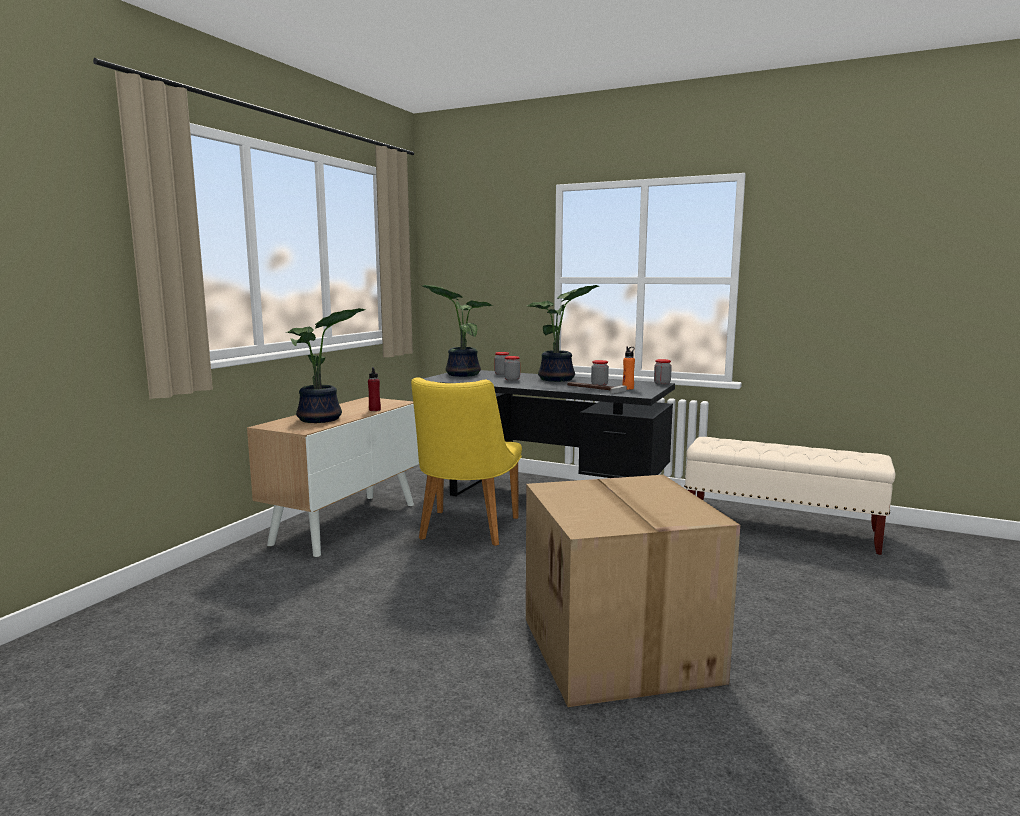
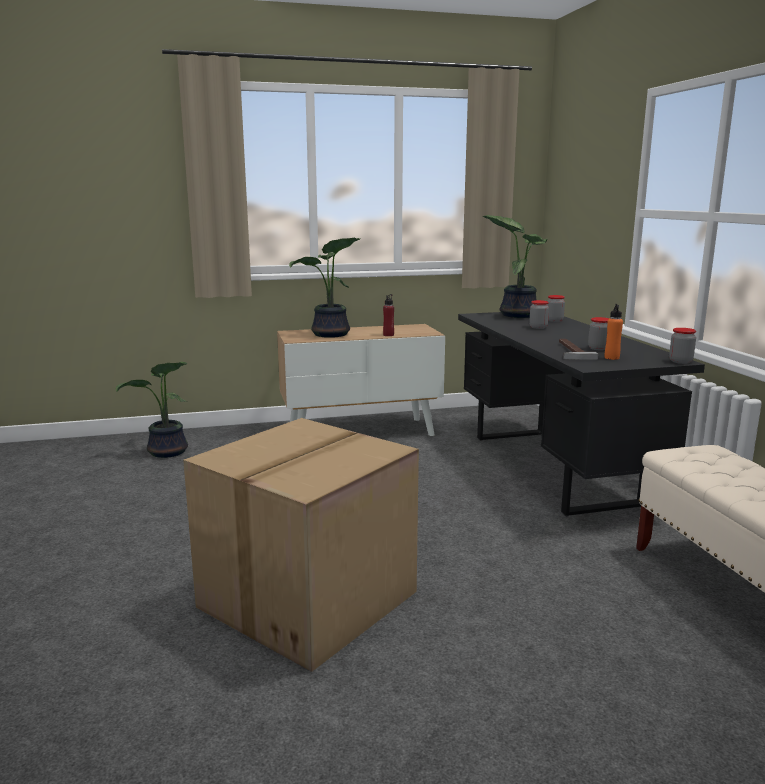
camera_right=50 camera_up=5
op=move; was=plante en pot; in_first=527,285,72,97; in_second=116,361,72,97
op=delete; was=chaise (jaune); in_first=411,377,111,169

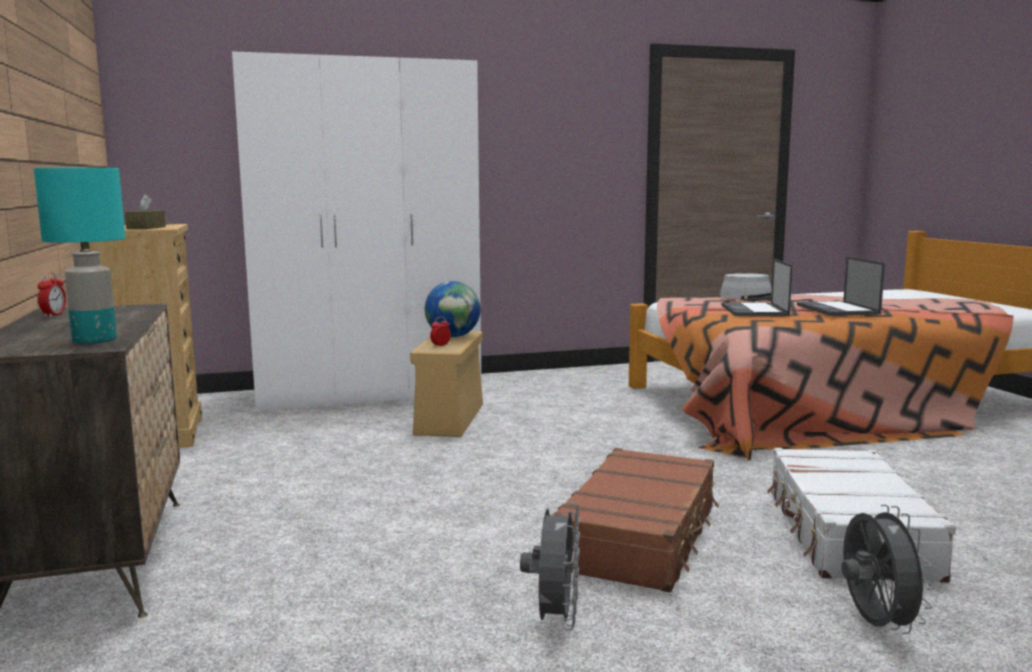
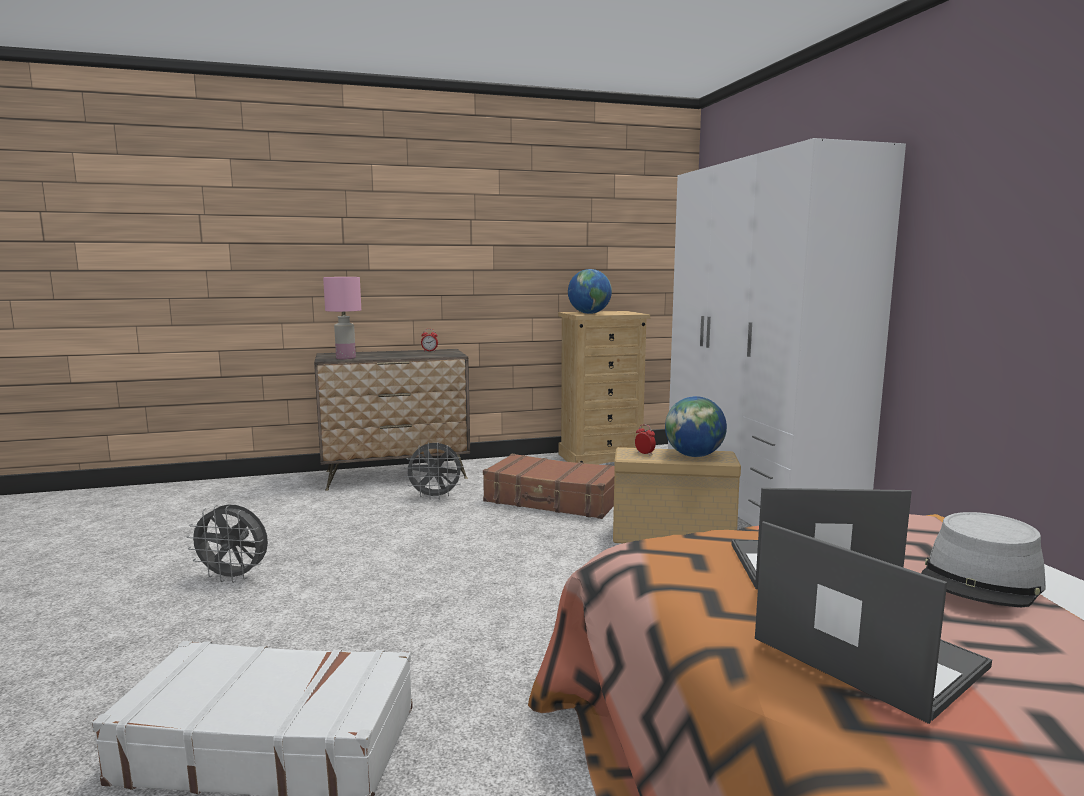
camera_right=90 camera_up=0
op=recolor; was=lampe de table (turquoise); now=lampe de table (rose); in_first=34,168,91,176; in_second=323,277,38,82
op=replace; was=boîte à mouchoirs (marron); now=globe; in_first=125,194,41,35; in_second=568,269,44,45
op=rotate; was=ordinateur portable; in_first=797,257,88,59; in_second=755,521,237,203; clockwise=60
op=move; was=valise (marron); in_first=552,448,167,144; in_second=483,454,131,65
op=move; was=ventilateur (gris); in_first=842,505,92,129; in_second=404,442,60,58

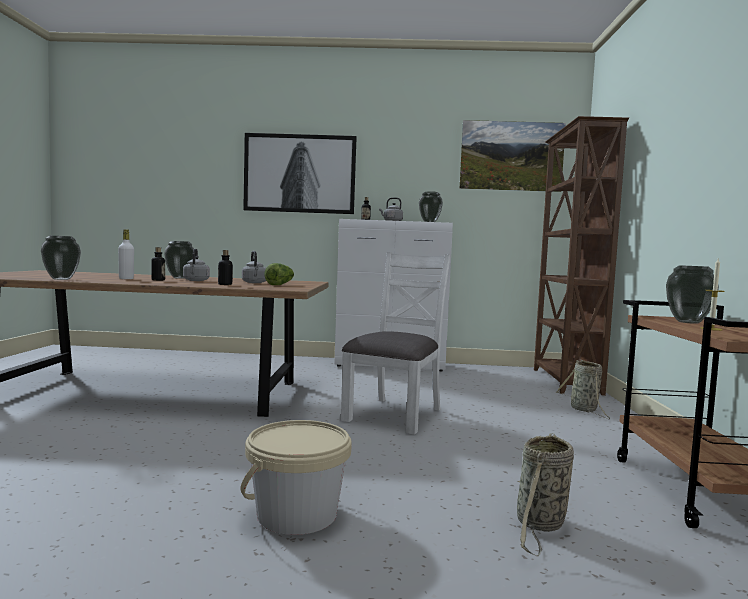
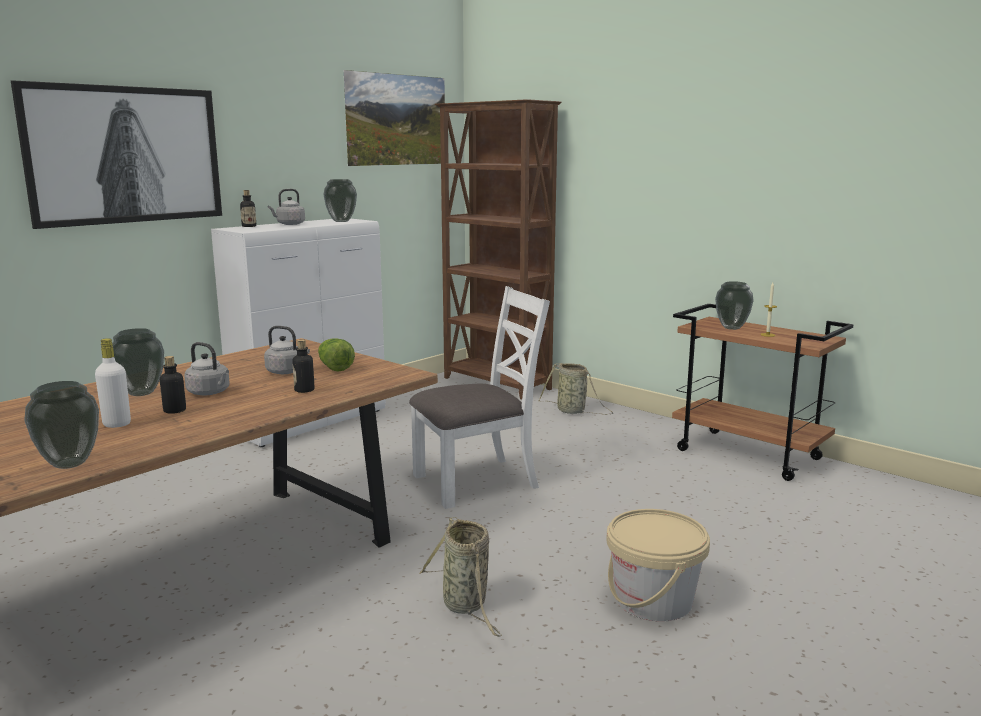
camera_right=-50 camera_up=10
op=rotate; was=chaise (blanc); in_first=341,252,110,183; in_second=409,286,141,223; clockwise=90
op=move; was=panier; in_first=517,433,57,123; in_second=419,517,83,120

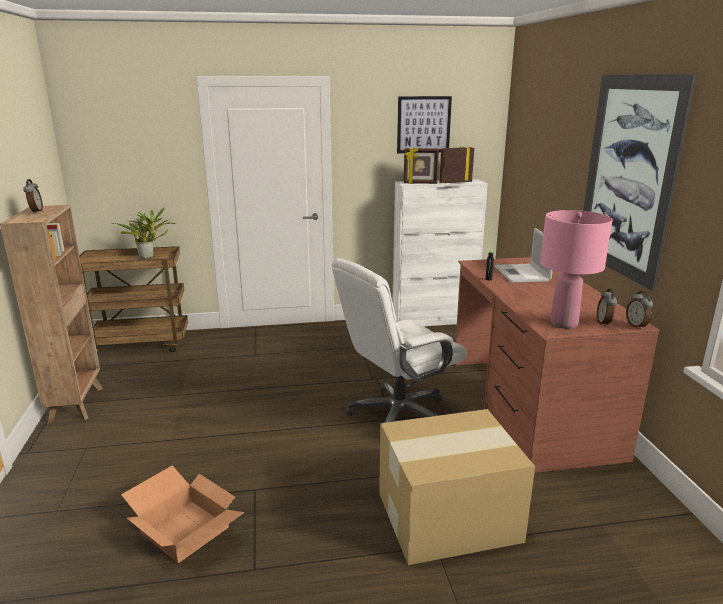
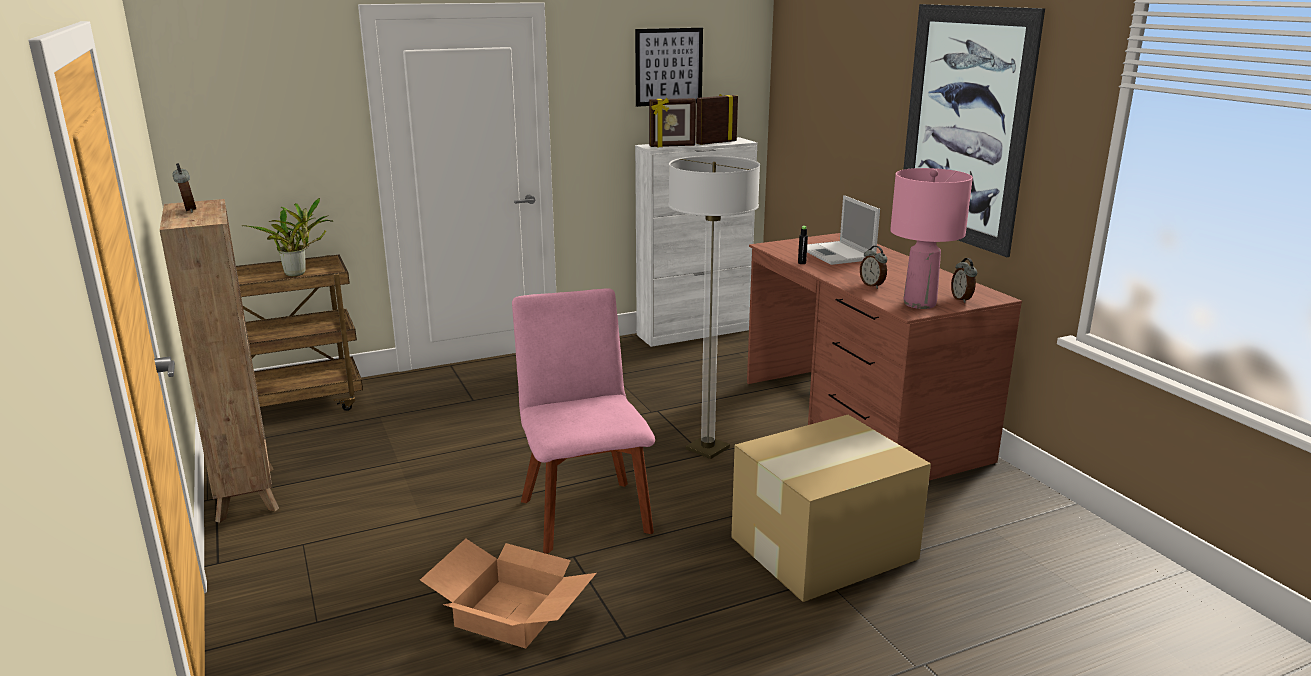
camera_right=-15 camera_up=0
op=replace; was=chaise de bureau (blanc); now=lampadaire; in_first=332,258,135,165; in_second=668,156,92,303
op=move; was=réveil; in_first=626,291,27,39; in_second=860,246,27,43
op=insert; now=chaise (rose); in_second=512,288,143,265

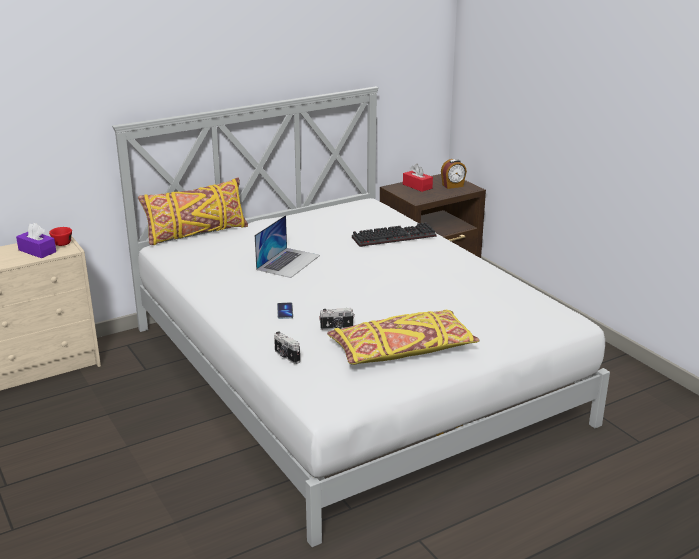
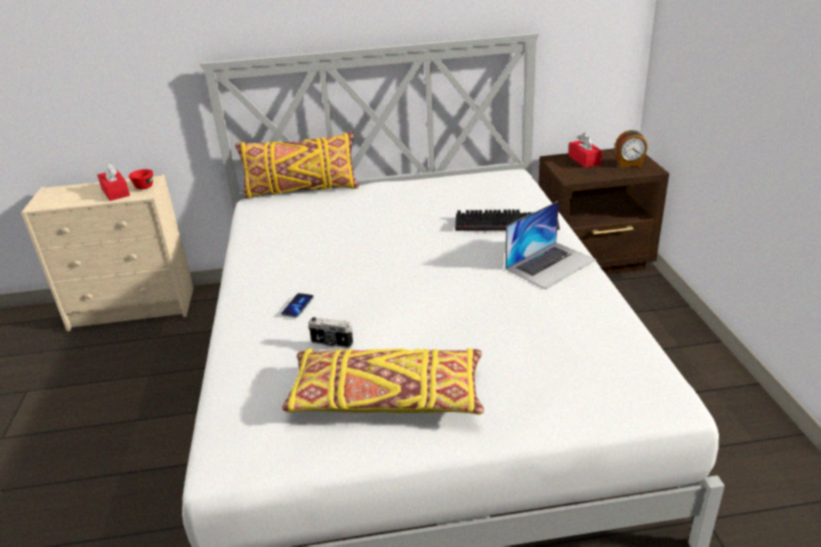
camera_right=25 camera_up=5
op=move; was=ordinateur portable; in_first=255,215,65,63; in_second=505,201,91,88
op=recolor; was=boîte à mouchoirs (violet); now=boîte à mouchoirs (rouge); in_first=16,223,40,35; in_second=97,162,33,39
op=delete; was=appareil photo; in_first=274,331,26,33

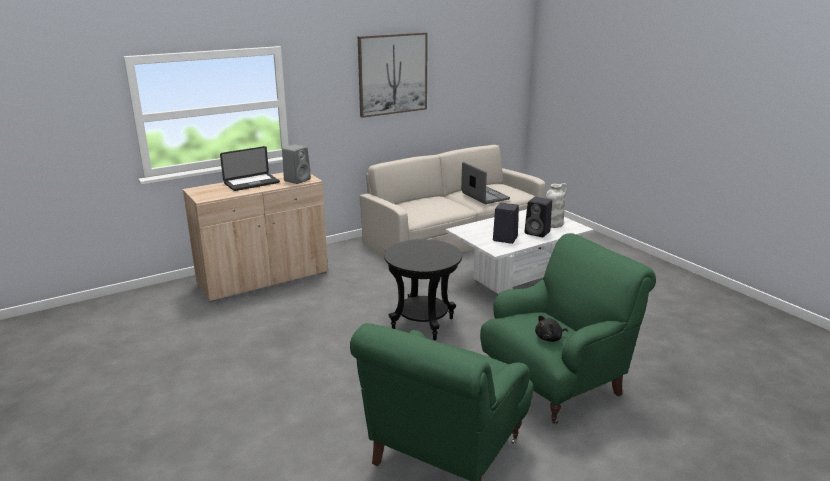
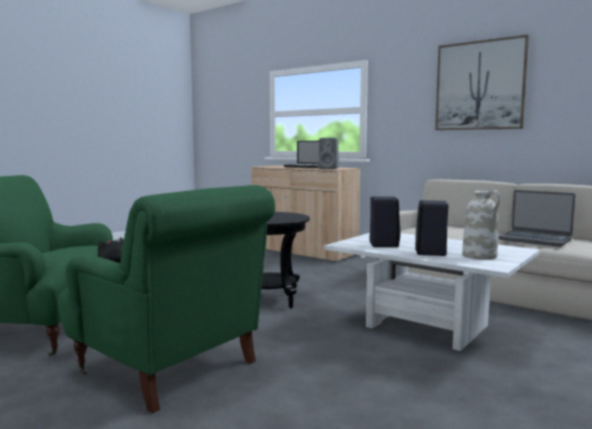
camera_right=70 camera_up=-15
op=rotate; was=ordinateur portable; in_first=461,162,49,42; in_second=499,190,76,57; clockwise=90

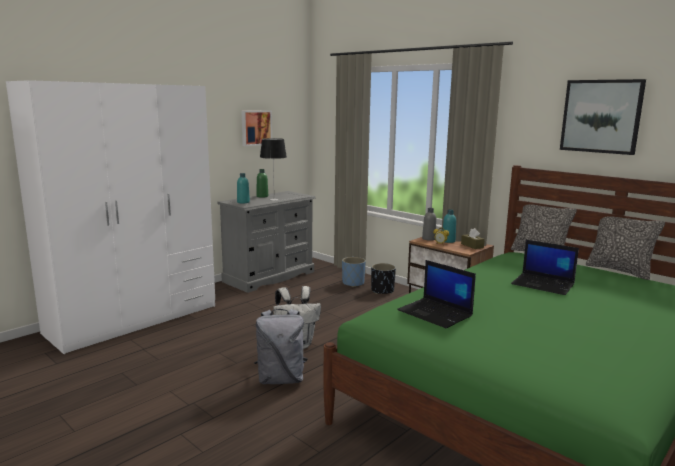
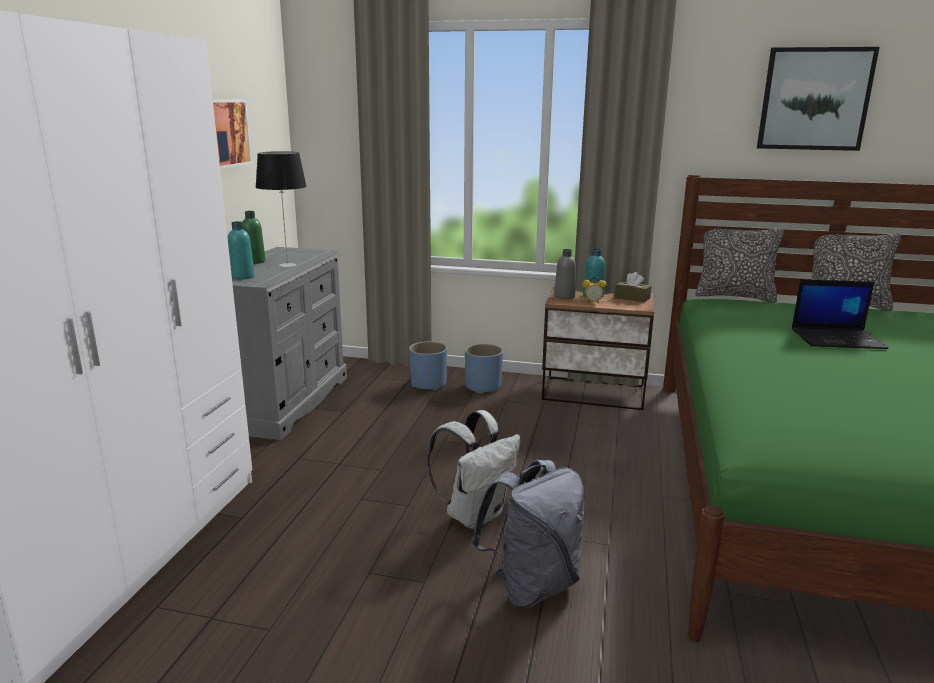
camera_right=-30 camera_up=5
op=delete; was=ordinateur portable; in_first=397,260,79,68
op=recolor; was=cache-pot (noir); now=cache-pot (bleu); in_first=371,263,25,31; in_second=465,344,38,50

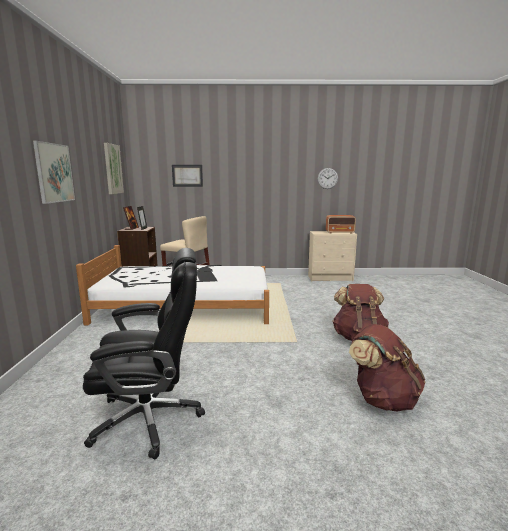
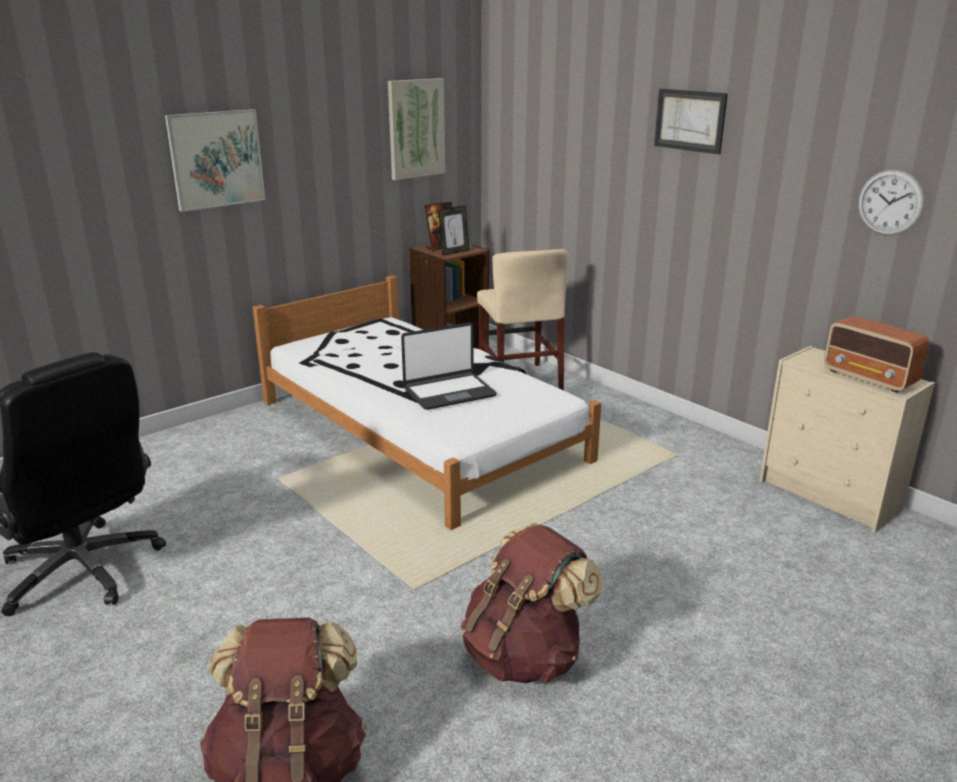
camera_right=50 camera_up=10
op=move; was=tableau; in_first=172,165,31,22; in_second=654,89,74,65
op=insert; now=ordinateur portable; in_second=401,323,96,87

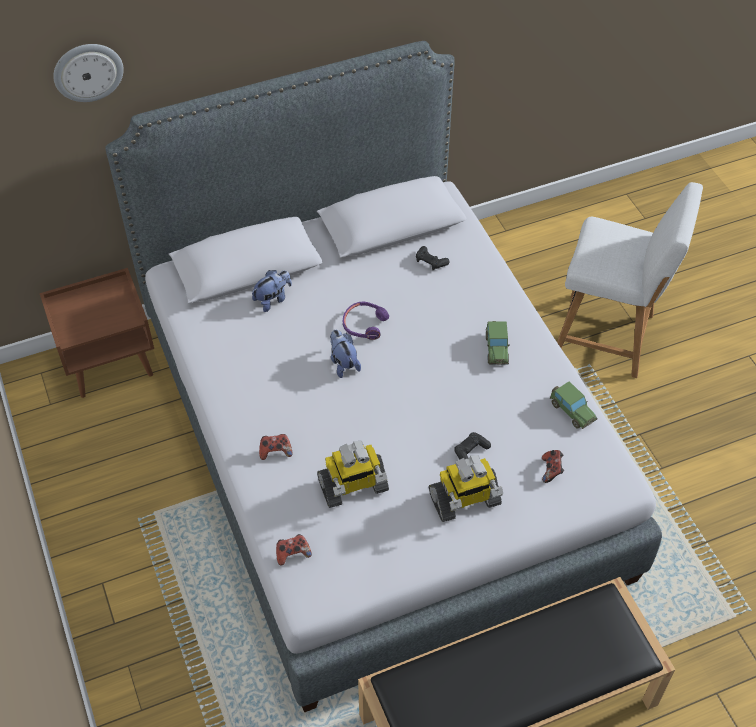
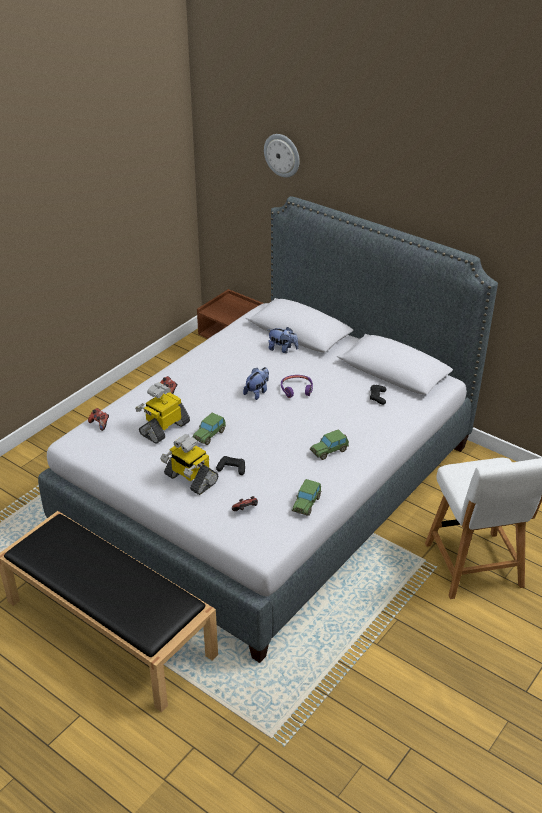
camera_right=60 camera_up=-15
op=rotate; was=robot jouet; in_first=317,441,72,67; in_second=135,382,55,61; clockwise=90
op=insert; now=petite voiture; in_second=193,412,33,33

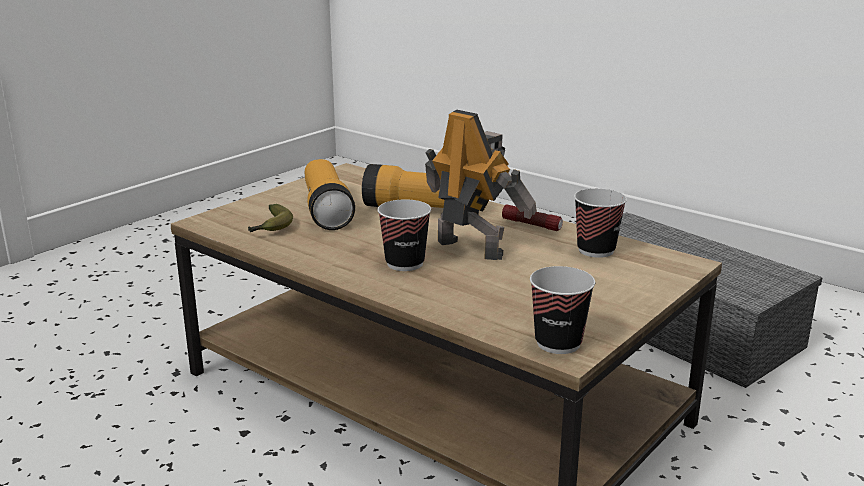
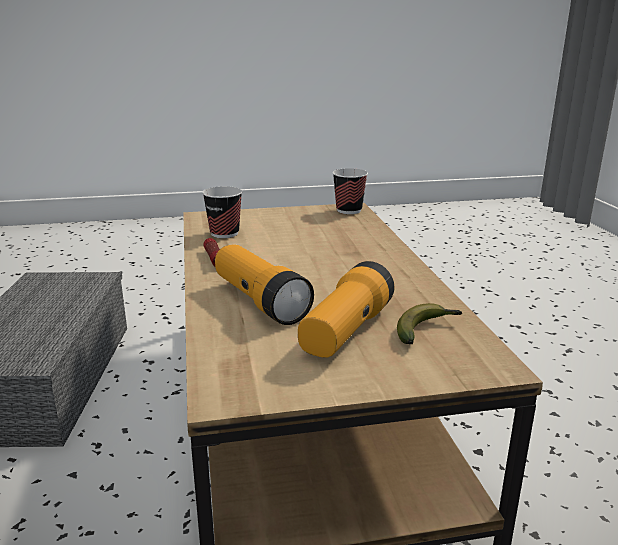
camera_right=-140 camera_up=0
op=delete; was=robot jouet; in_first=425,110,112,150
op=delete; was=tasse; in_first=377,199,54,72

